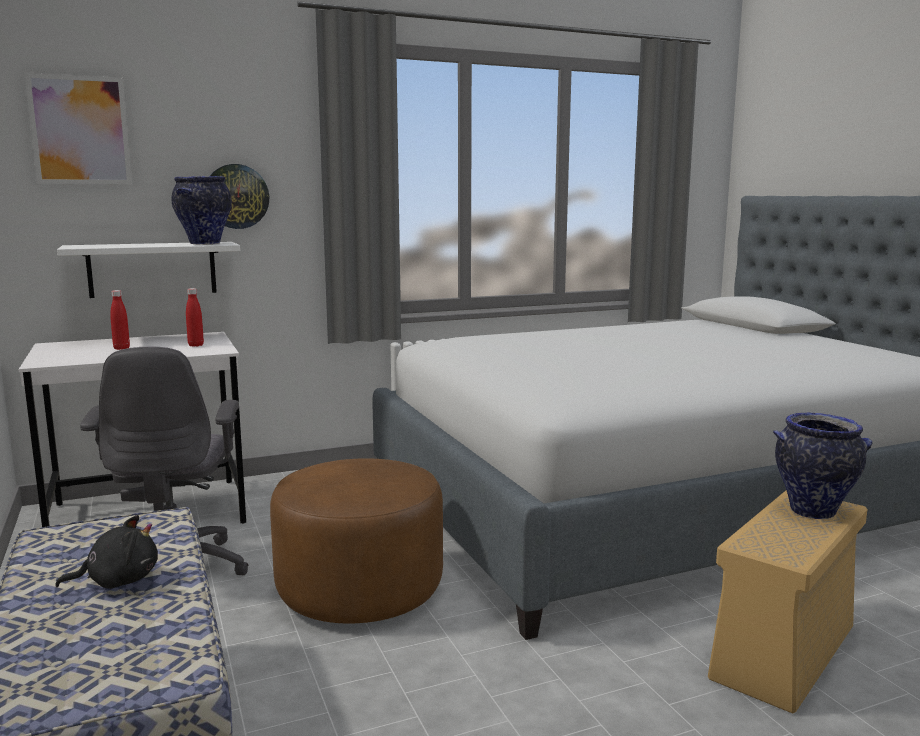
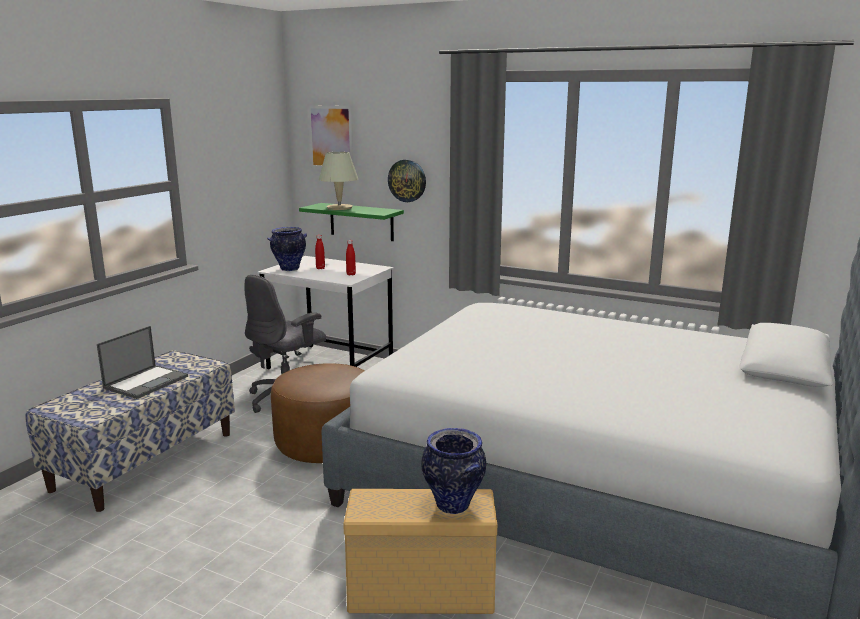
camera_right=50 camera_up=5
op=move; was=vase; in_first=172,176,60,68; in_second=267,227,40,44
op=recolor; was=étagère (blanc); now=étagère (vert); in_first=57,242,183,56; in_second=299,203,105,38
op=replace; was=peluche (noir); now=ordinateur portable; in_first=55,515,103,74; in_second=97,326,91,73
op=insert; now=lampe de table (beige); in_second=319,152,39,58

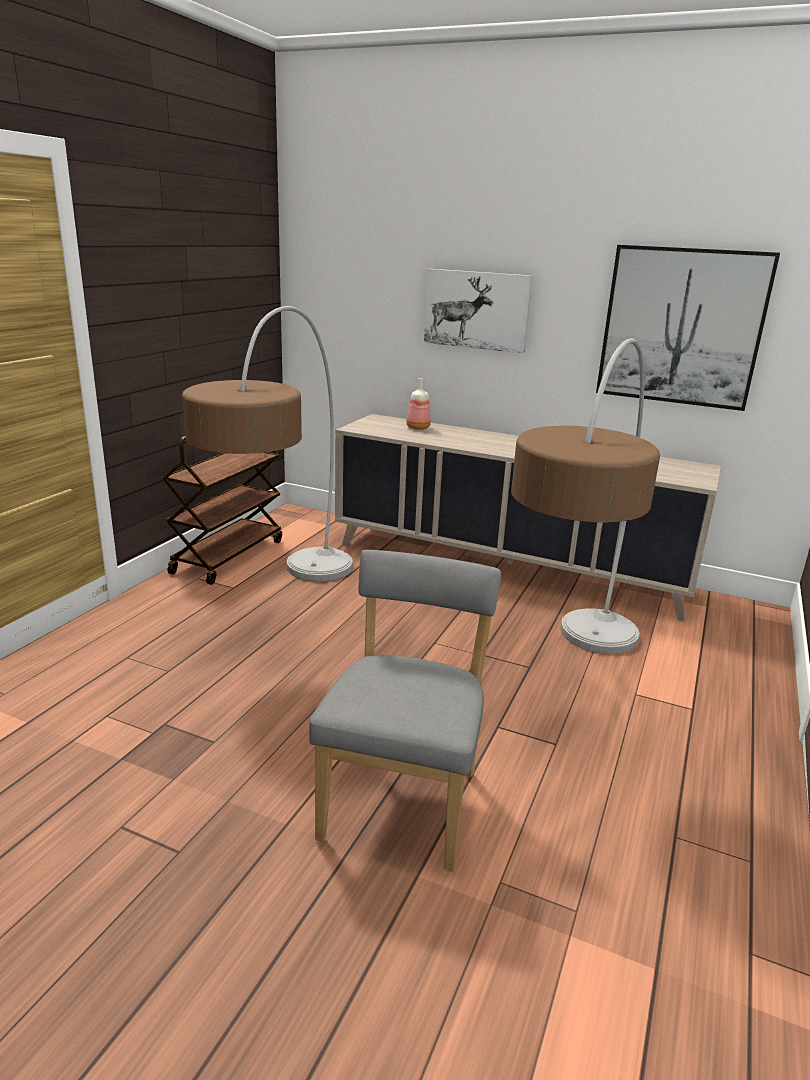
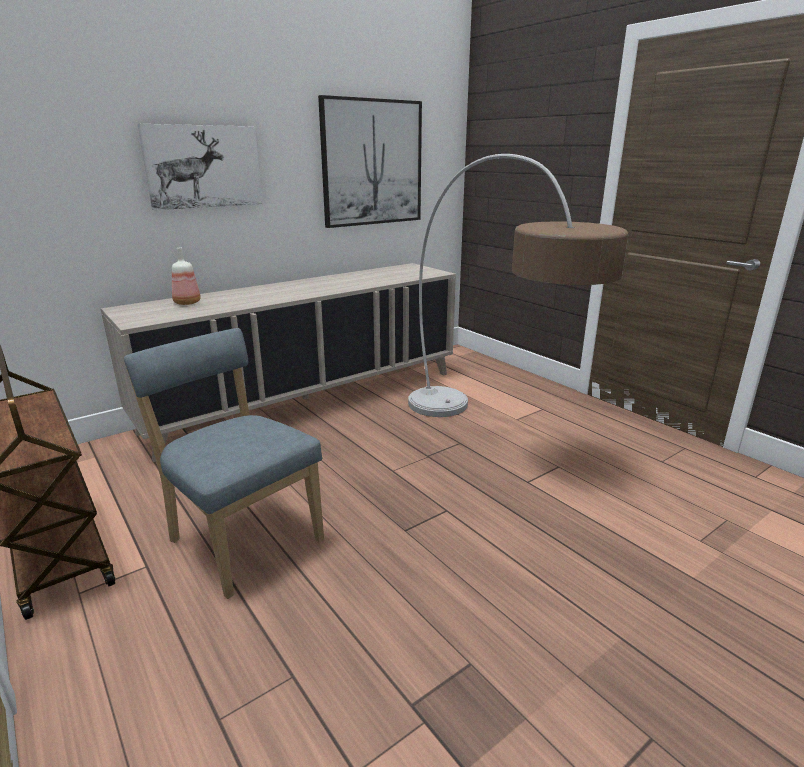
camera_right=-60 camera_up=0
op=replace; was=lampadaire; now=chaise (bleu); in_first=182,306,171,275; in_second=124,328,200,271
op=delete; was=chaise (gris); in_first=309,550,192,322

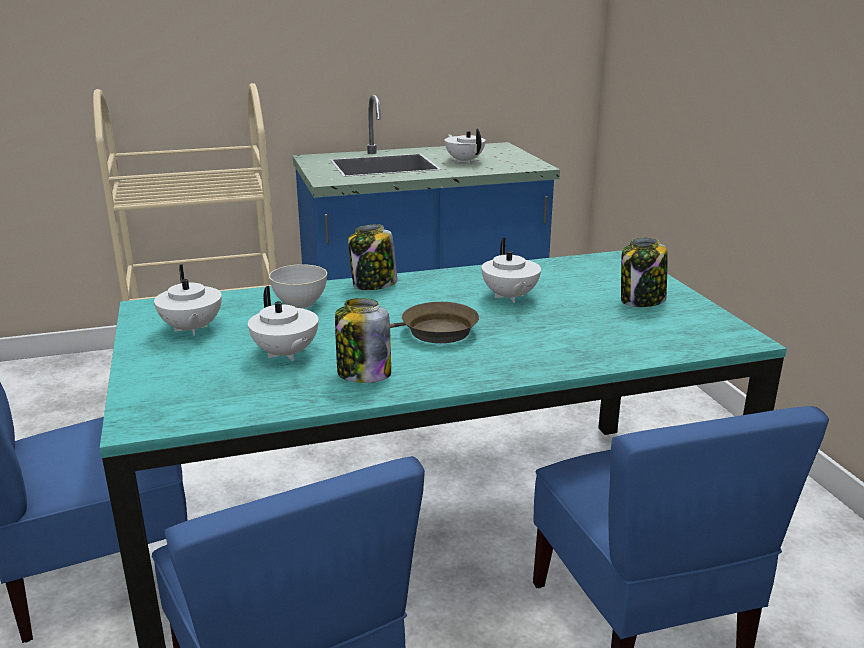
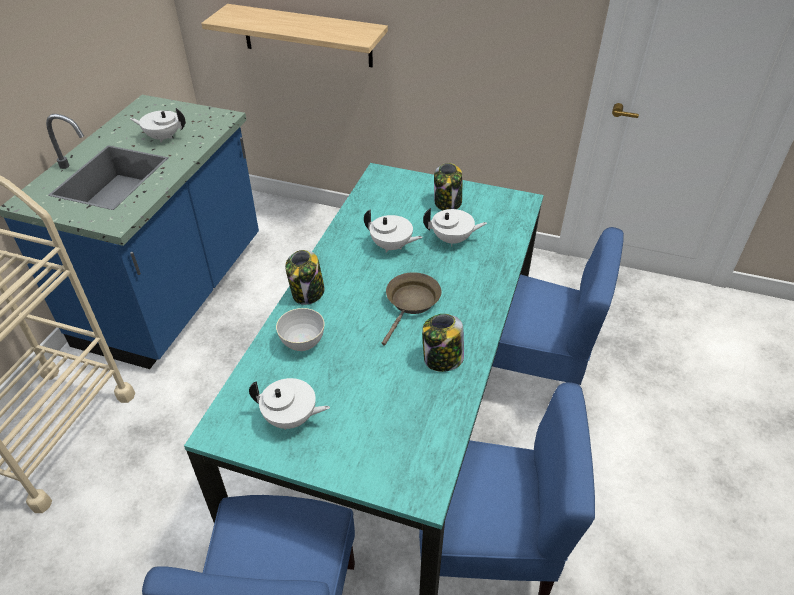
camera_right=-55 camera_up=20
op=move; was=théière (blanc); in_first=248,286,70,75; in_second=423,208,64,39
op=insert; now=étagère; in_second=201,4,187,63

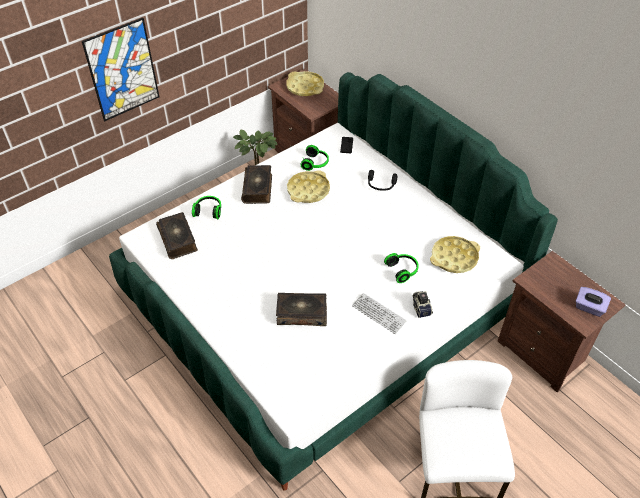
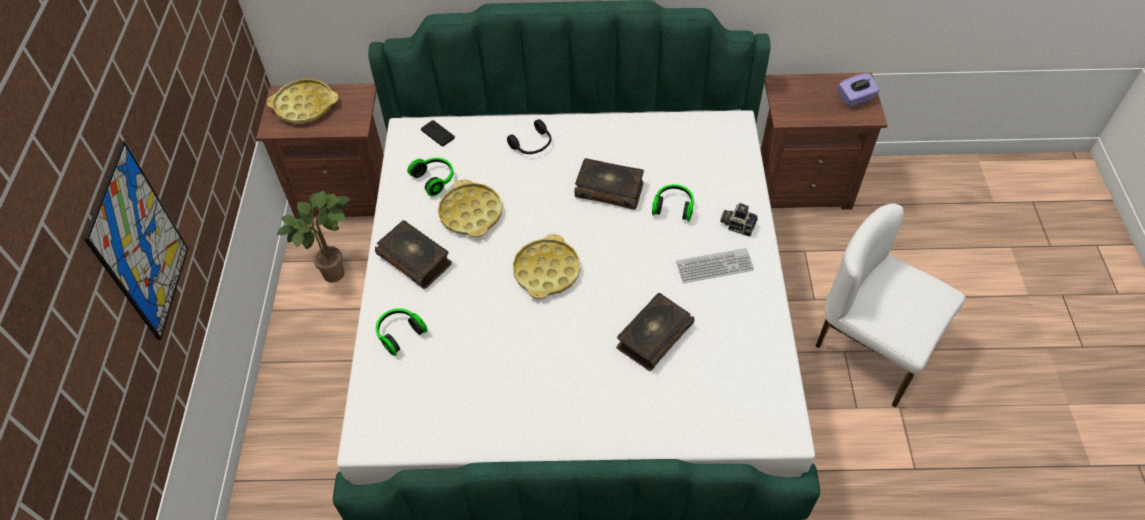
camera_right=-50 camera_up=5
op=move; was=livre; in_first=156,212,42,47; in_second=574,158,70,52
op=move; was=plateau (jaune); in_first=430,236,50,37; in_second=513,234,67,65

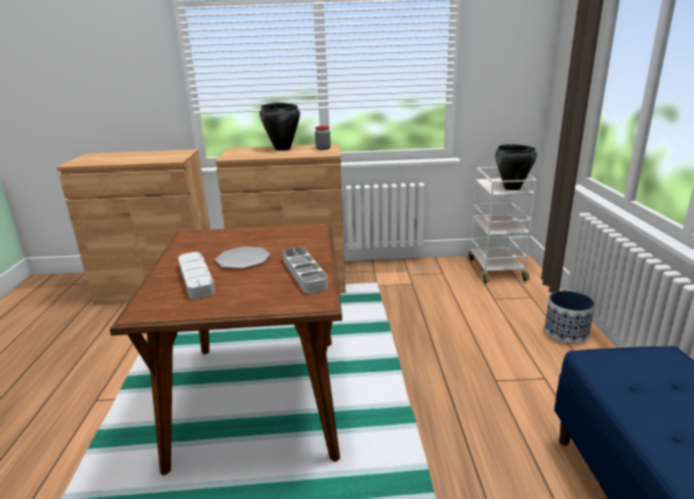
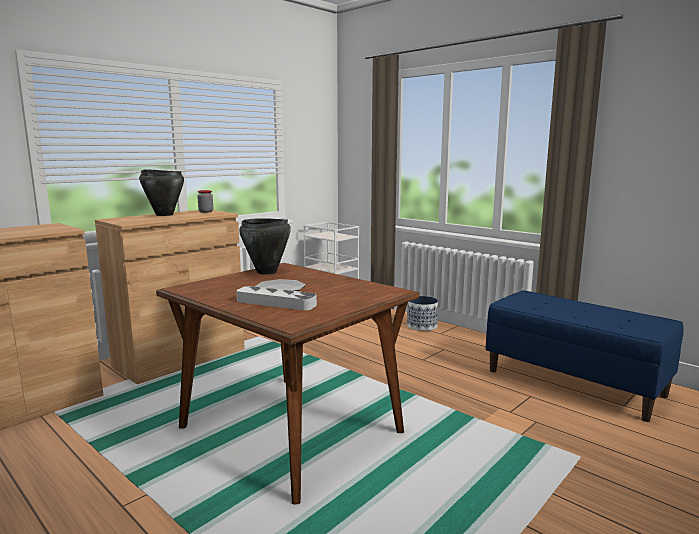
camera_right=-45 camera_up=-10
op=move; was=marmite (noir); in_first=495,144,42,46; in_second=239,218,52,57
op=delete; was=plateau (gris); in_first=283,247,45,47

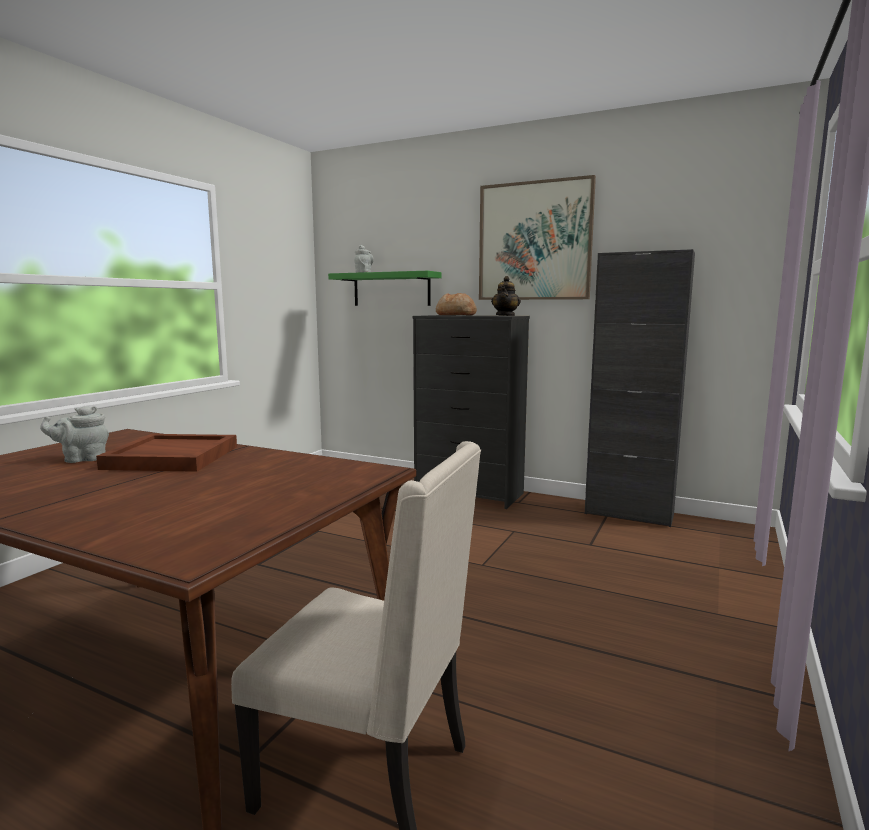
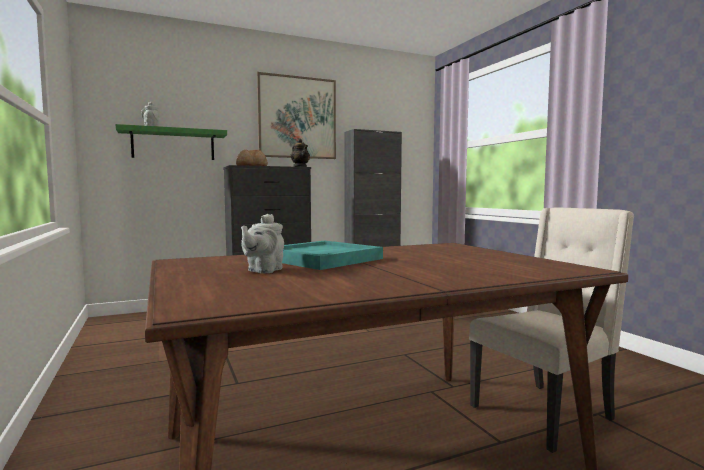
camera_right=-50 camera_up=-5
op=recolor; was=plateau (marron); now=plateau (turquoise); in_first=96,434,141,38; in_second=282,240,101,30

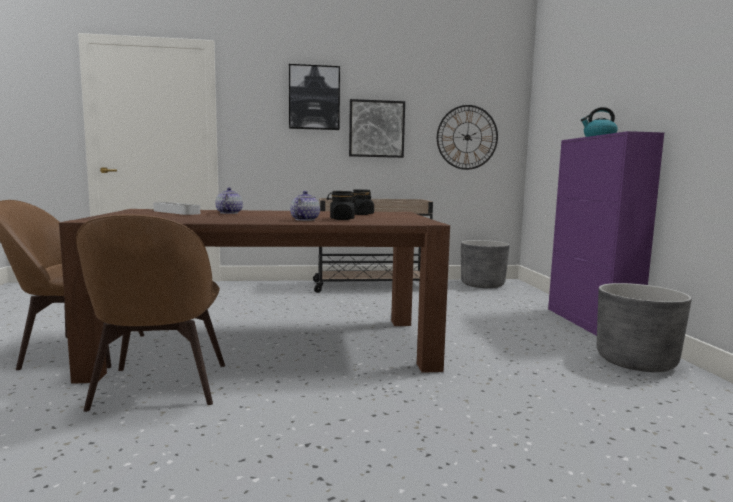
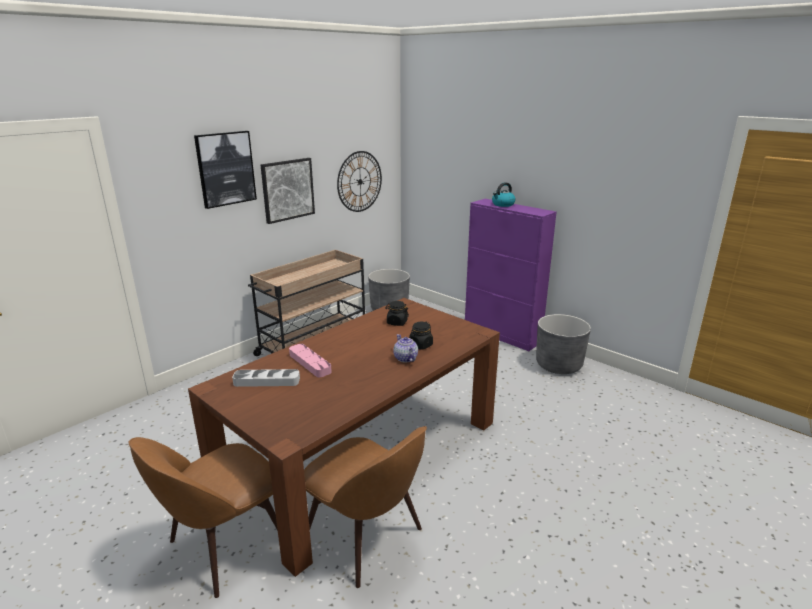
camera_right=-40 camera_up=15
op=replace; was=théière; now=plateau (rose); in_first=216,188,27,26; in_second=289,344,43,33

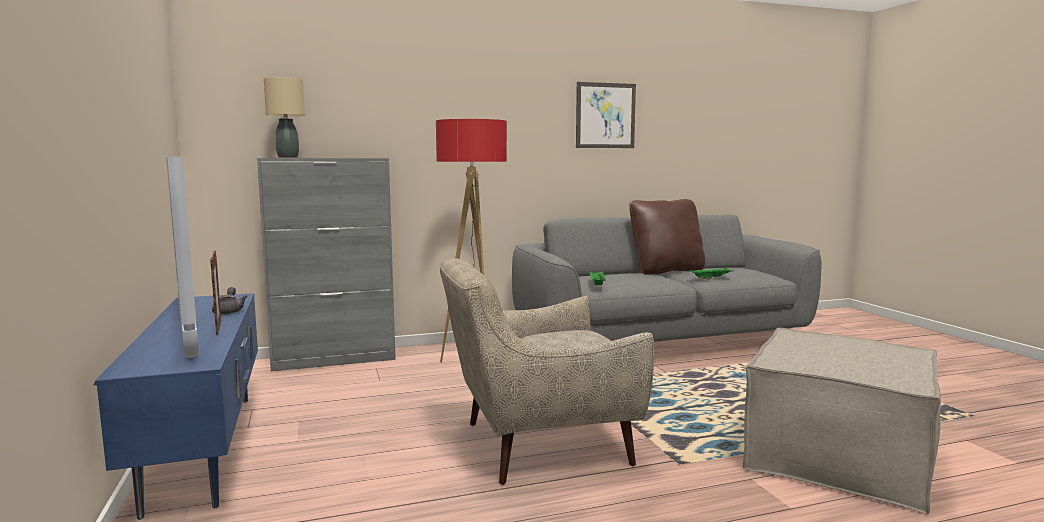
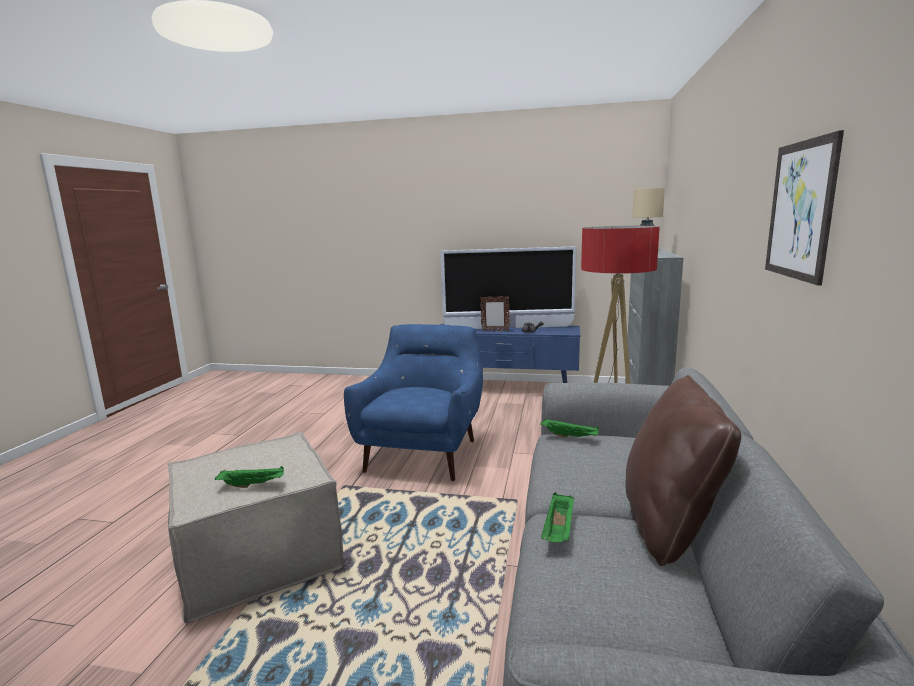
camera_right=120 camera_up=5
op=recolor; was=fauteuil (beige); now=fauteuil (bleu); in_first=439,258,215,227; in_second=344,324,139,157
op=insert; now=plateau (vert); in_second=215,466,69,22

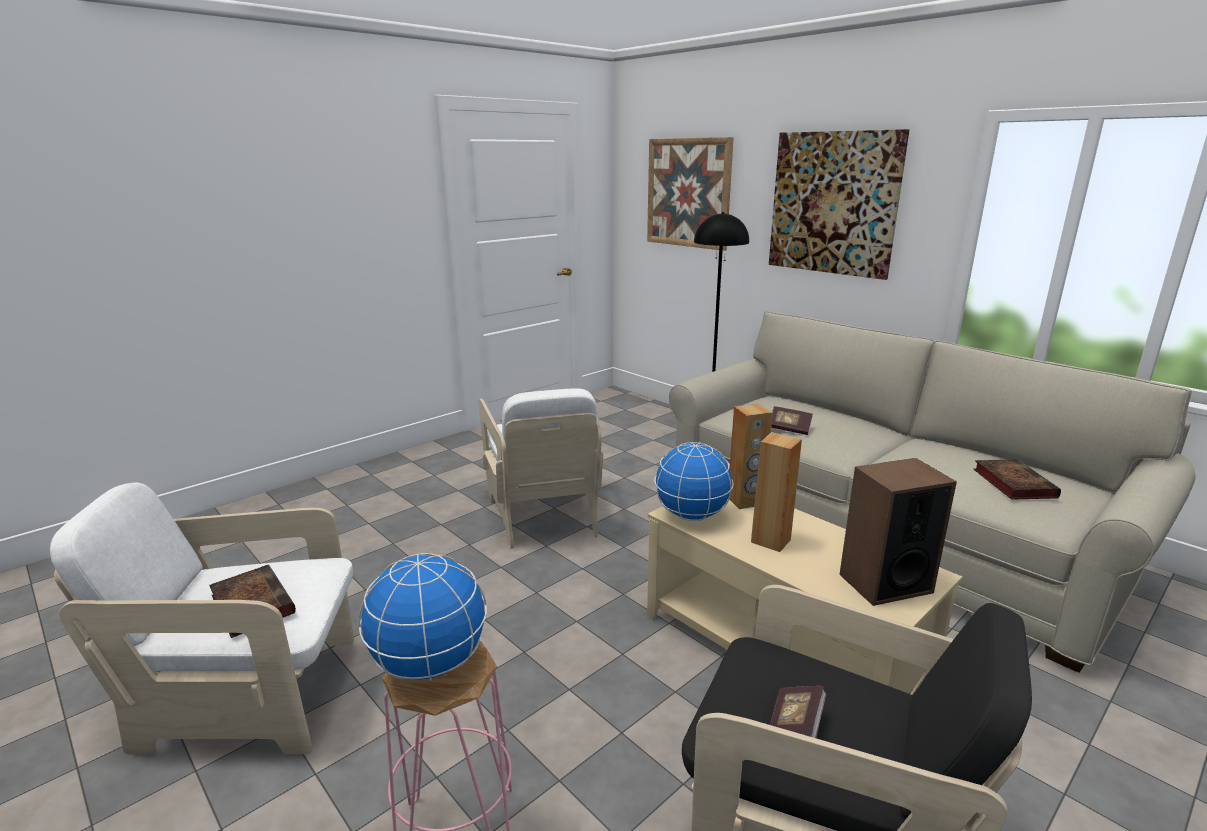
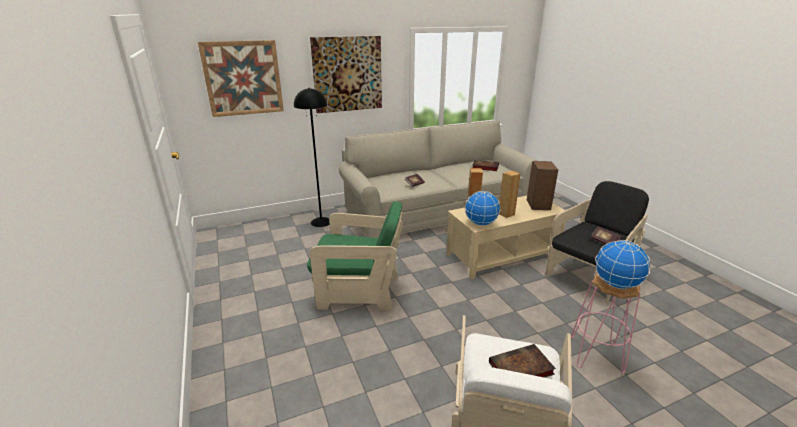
camera_right=-70 camera_up=5
op=recolor; was=fauteuil (blanc); now=fauteuil (vert); in_first=479,388,124,161; in_second=307,201,96,109

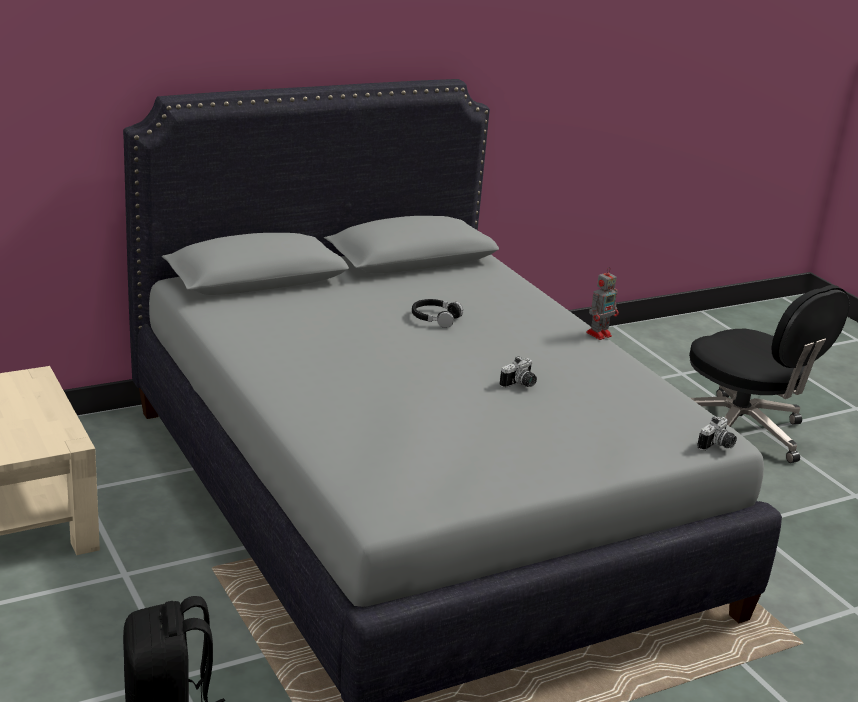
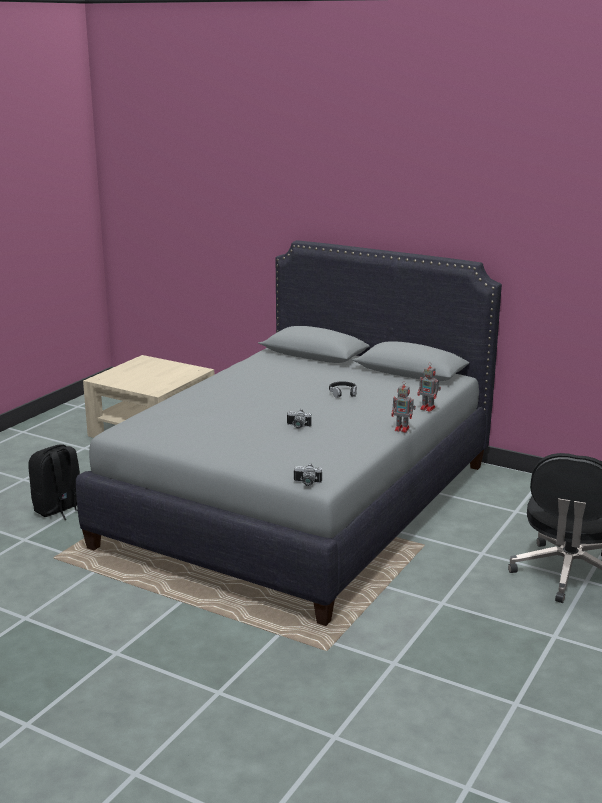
camera_right=60 camera_up=-5
op=insert; now=robot jouet; in_second=417,362,24,50

